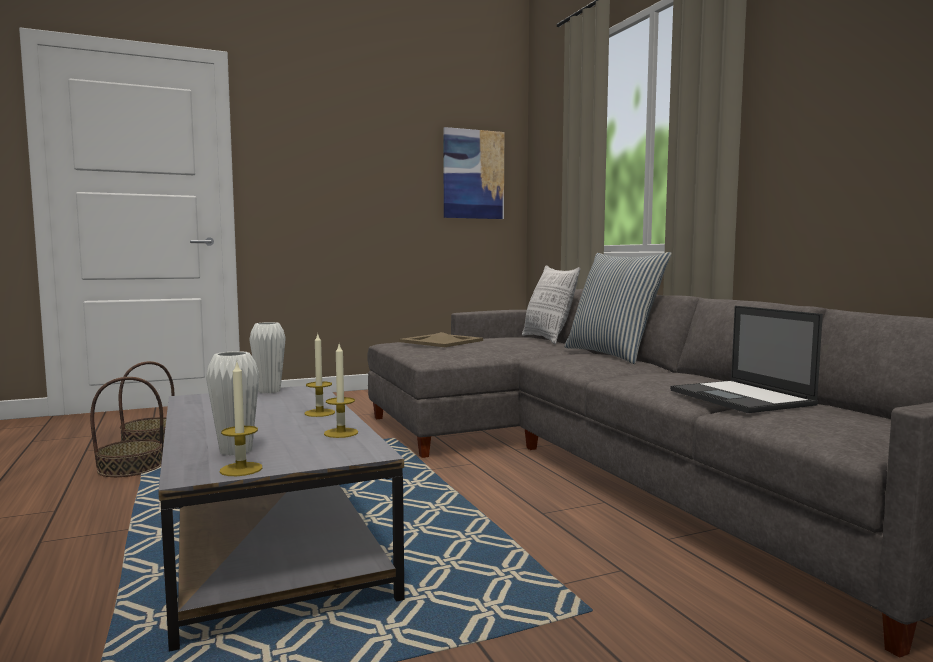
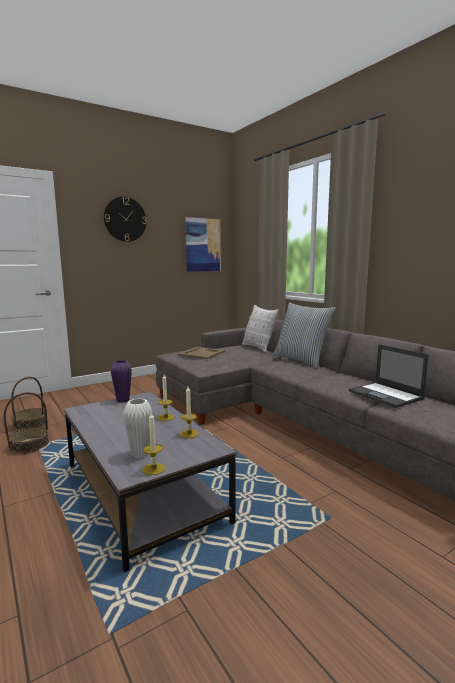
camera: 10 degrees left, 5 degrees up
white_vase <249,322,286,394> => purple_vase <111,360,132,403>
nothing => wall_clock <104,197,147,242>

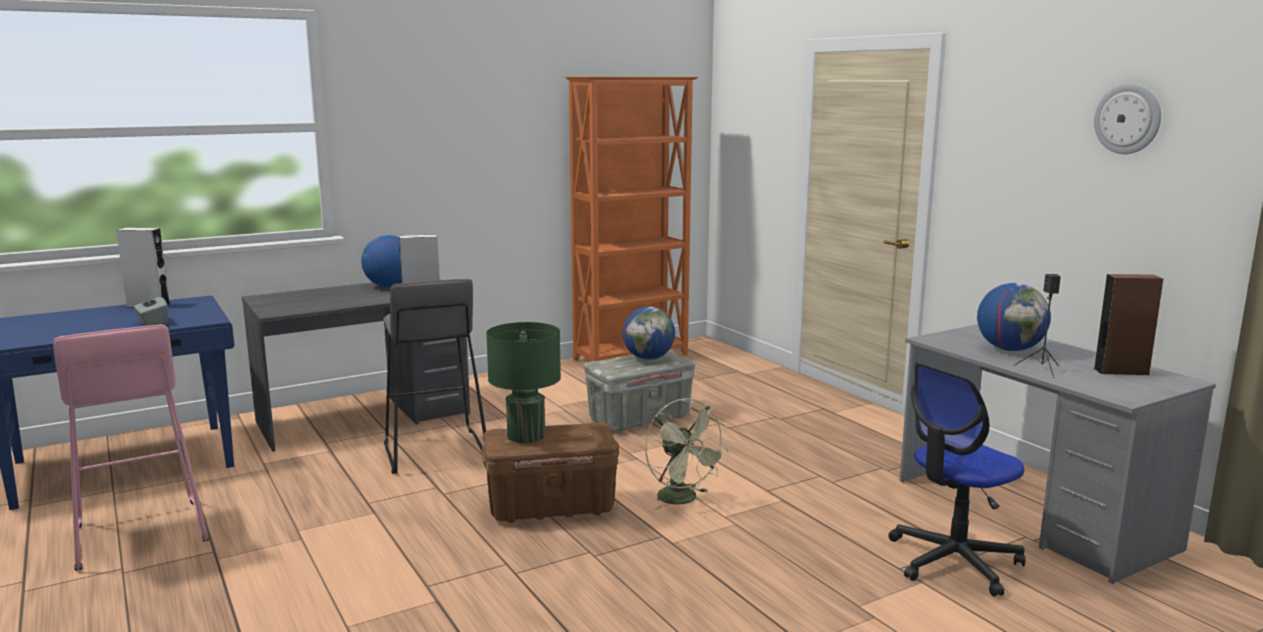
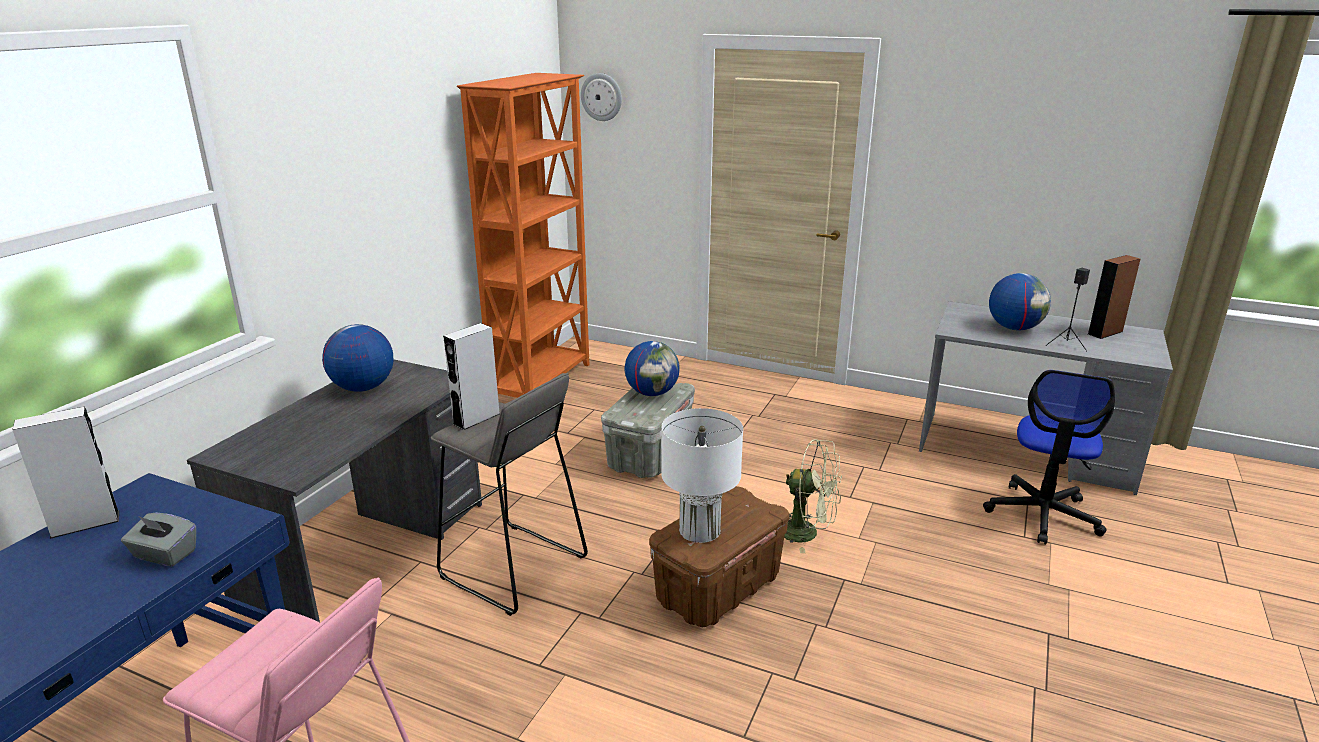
camera: 35 degrees left, 10 degrees up
green_table_lamp <486,322,561,443> => white_table_lamp <661,408,743,543>
wall_clock <1094,83,1161,154> => wall_clock <581,73,622,121>, relocated

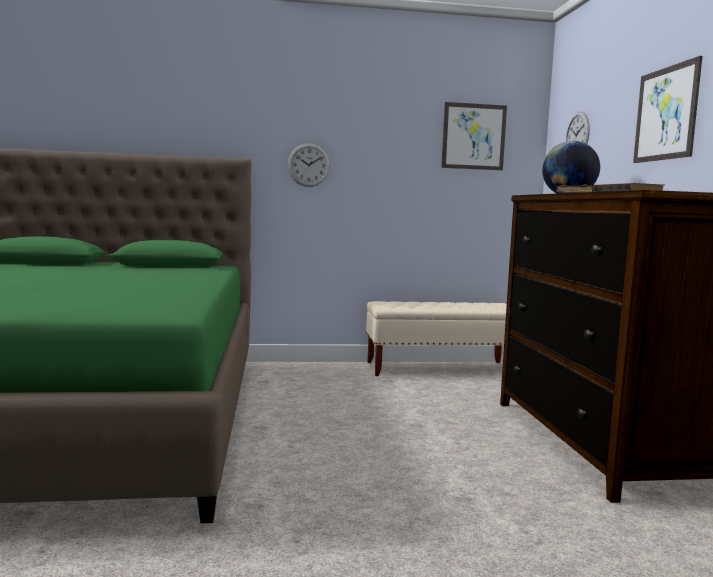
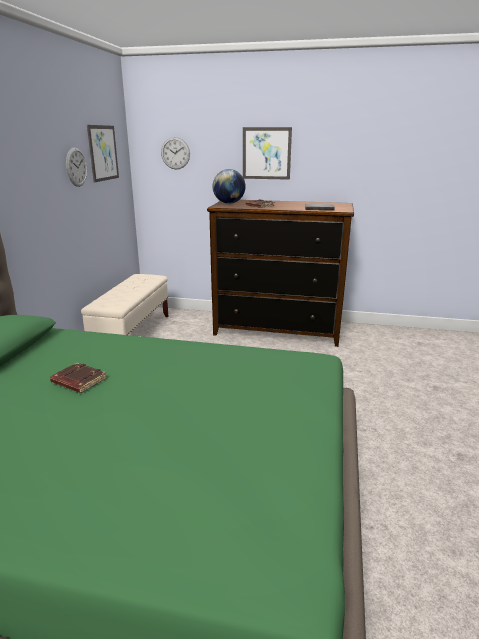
camera: 70 degrees left, 15 degrees up
wall_clock <287,143,330,187> => wall_clock <66,147,87,187>, relocated
nothing => brown_book <50,362,107,393>

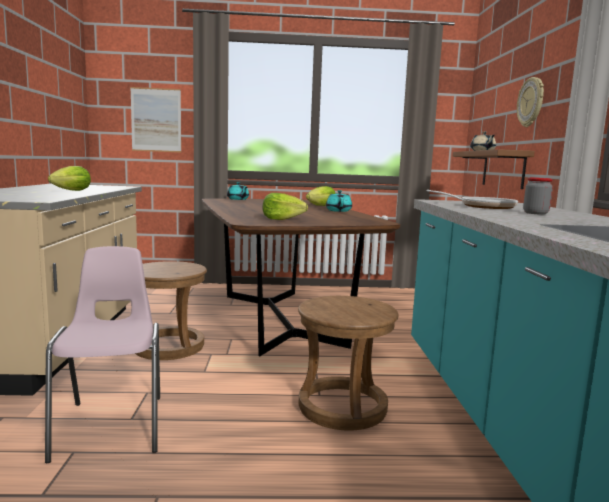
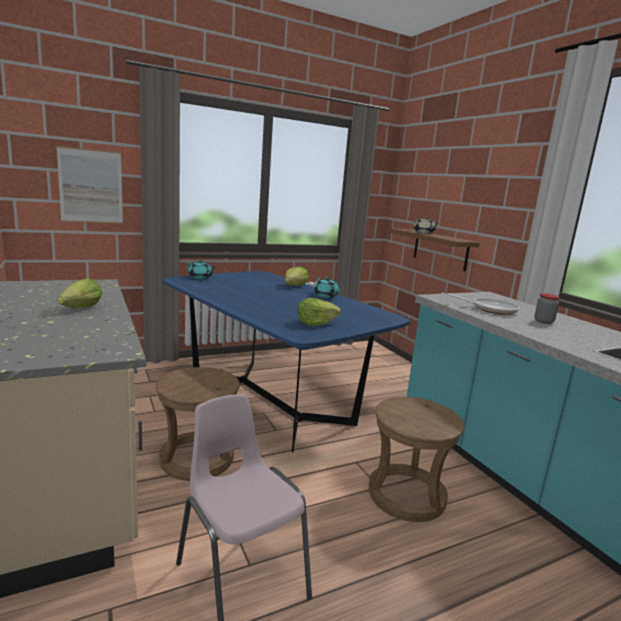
camera: 25 degrees left, 5 degrees up
brown_dining_table <202,199,400,357> => blue_dining_table <162,271,410,453>
wall_clock <517,77,544,127> => nothing

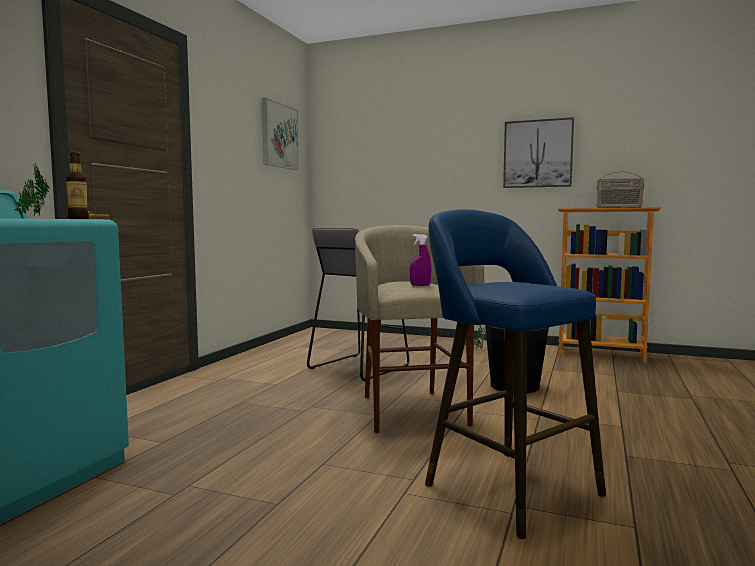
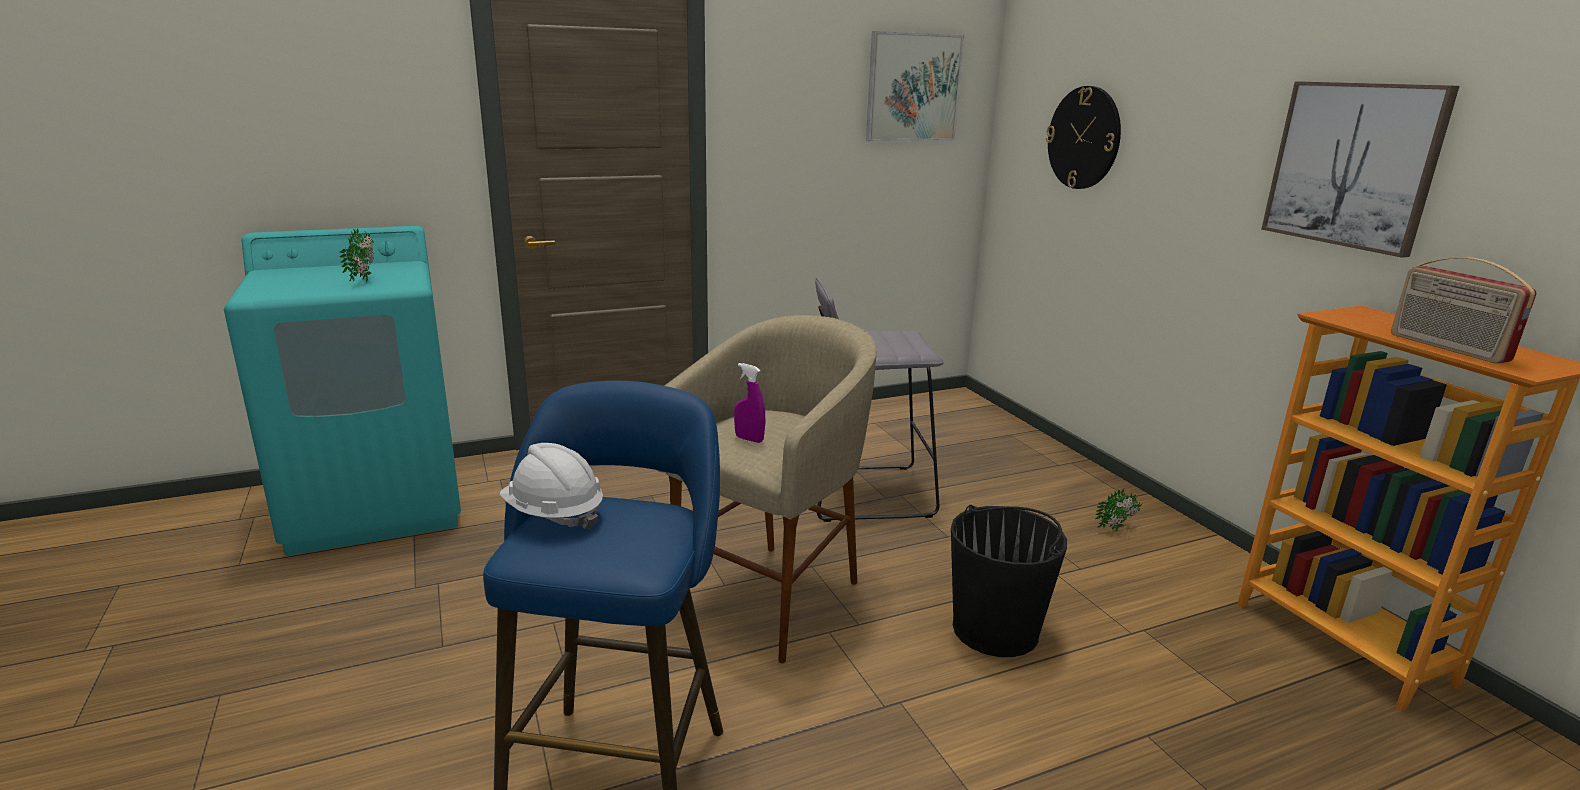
camera: 45 degrees right, 15 degrees up
bottle <66,151,89,219> => nothing
nothing => white_hard_hat <499,443,603,530>
nothing => wall_clock <1046,86,1121,189>

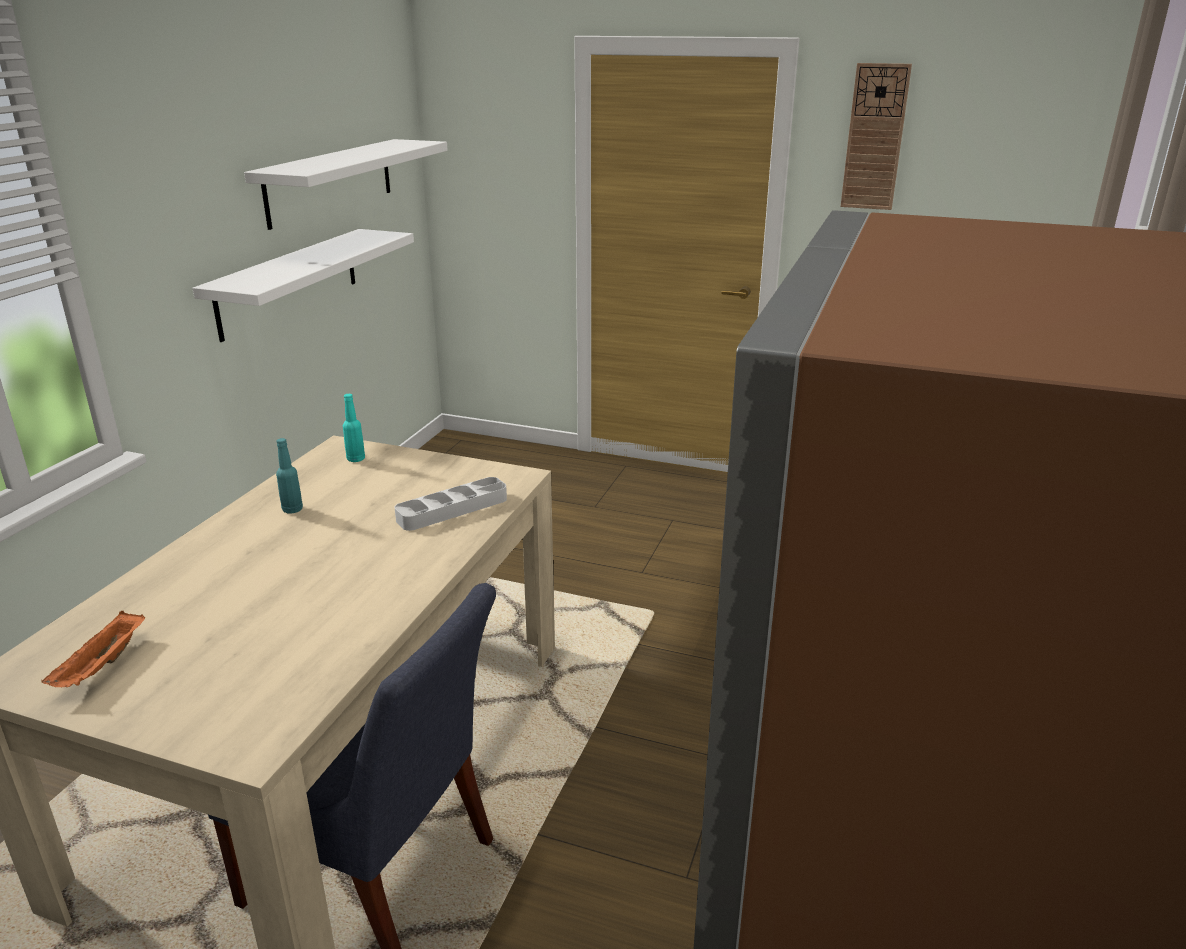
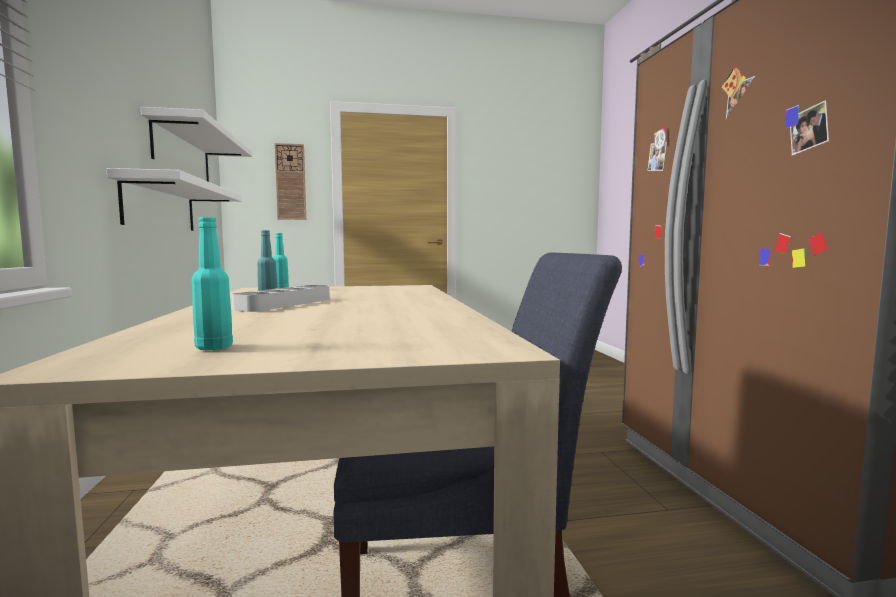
camera: 30 degrees left, 20 degrees down
orange_tray <41,611,145,687> => turquoise_bottle <192,217,233,350>
grey_tray <395,477,507,531> => grey_tray <232,285,330,312>, relocated
wall_clock <840,63,912,210> => wall_clock <275,143,306,220>, relocated

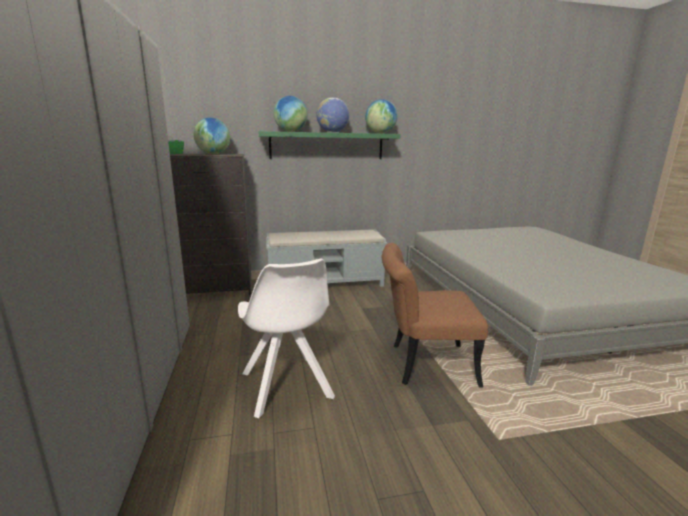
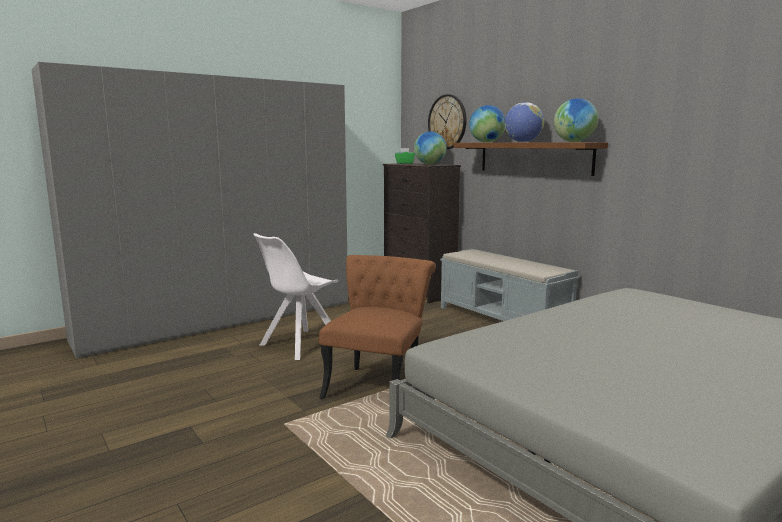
camera: 65 degrees right, 5 degrees down
green_shelf <258,131,401,159> => brown_shelf <454,142,608,176>
brown_chair <382,243,488,388> => brown_chair <319,255,436,399>, 45 degrees clockwise
nothing => wall_clock <428,94,466,149>

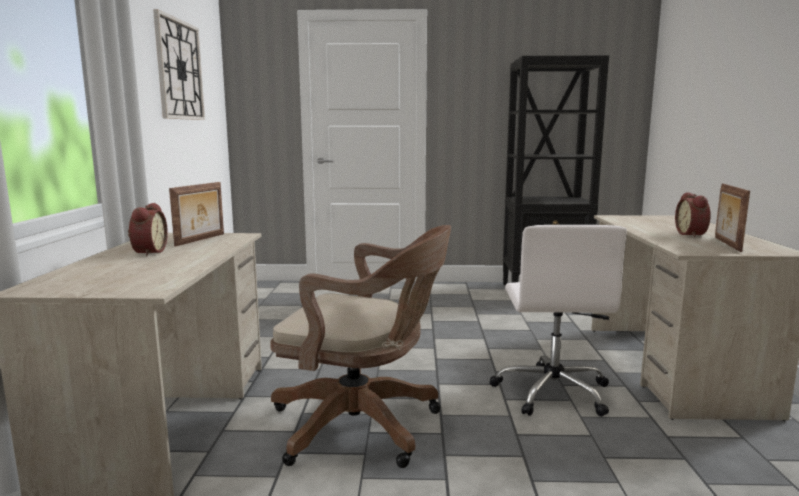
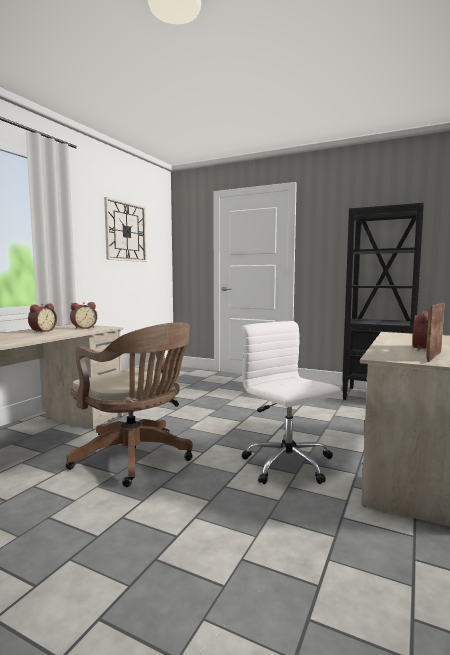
camera: 25 degrees right, 5 degrees down
picture_frame <169,182,224,247> => alarm_clock <70,302,97,329>
white_office_chair <489,225,627,417> => white_office_chair <242,321,341,484>, 120 degrees clockwise

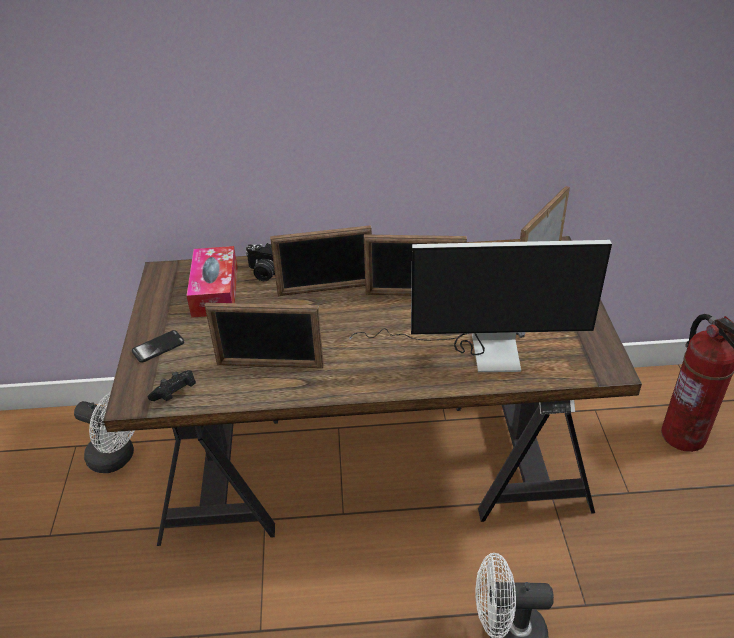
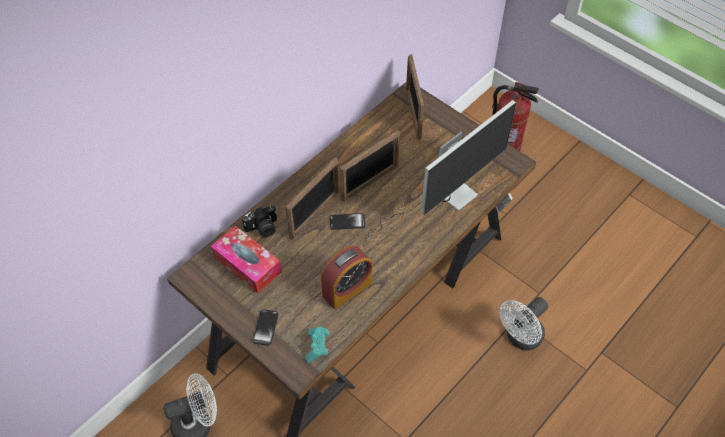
camera: 45 degrees left, 15 degrees up
black_game_controller <148,370,196,401> => turquoise_game_controller <305,327,329,362>
picture_frame <205,303,324,368> => alarm_clock <321,246,372,309>
nothing => phone <330,213,365,230>

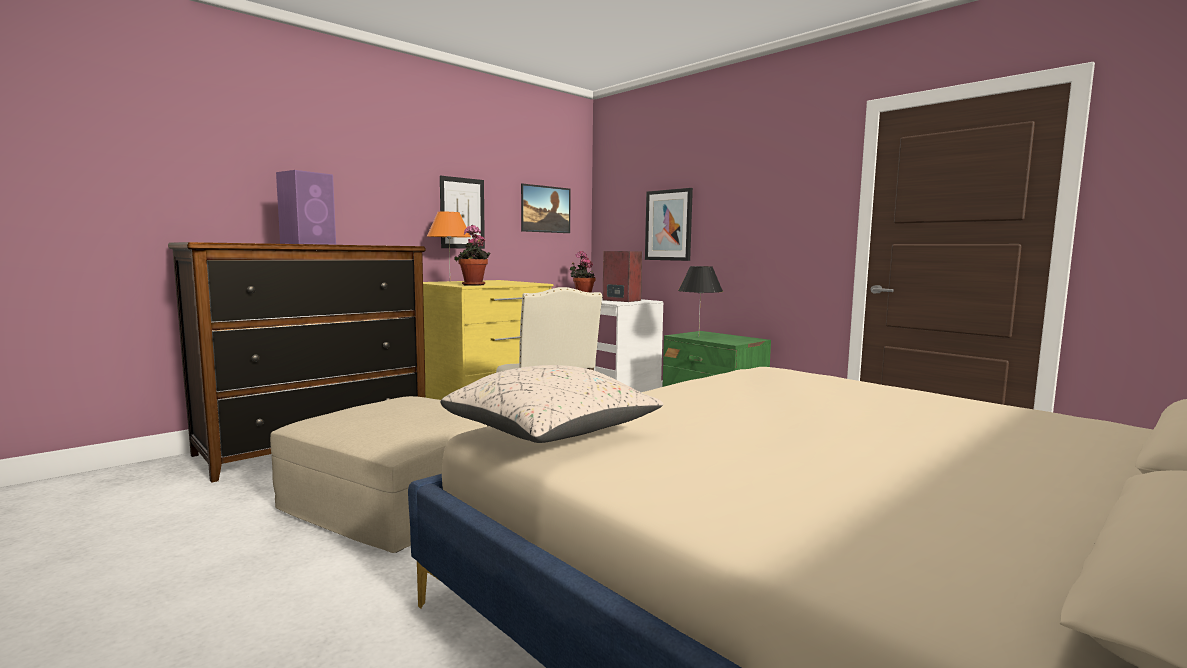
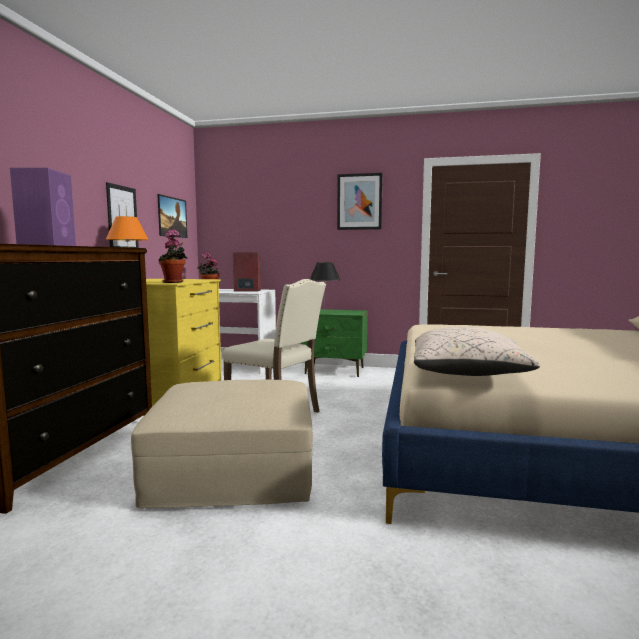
camera: 35 degrees left, 0 degrees up
picture <645,188,693,261> => picture <337,173,383,230>, relocated

